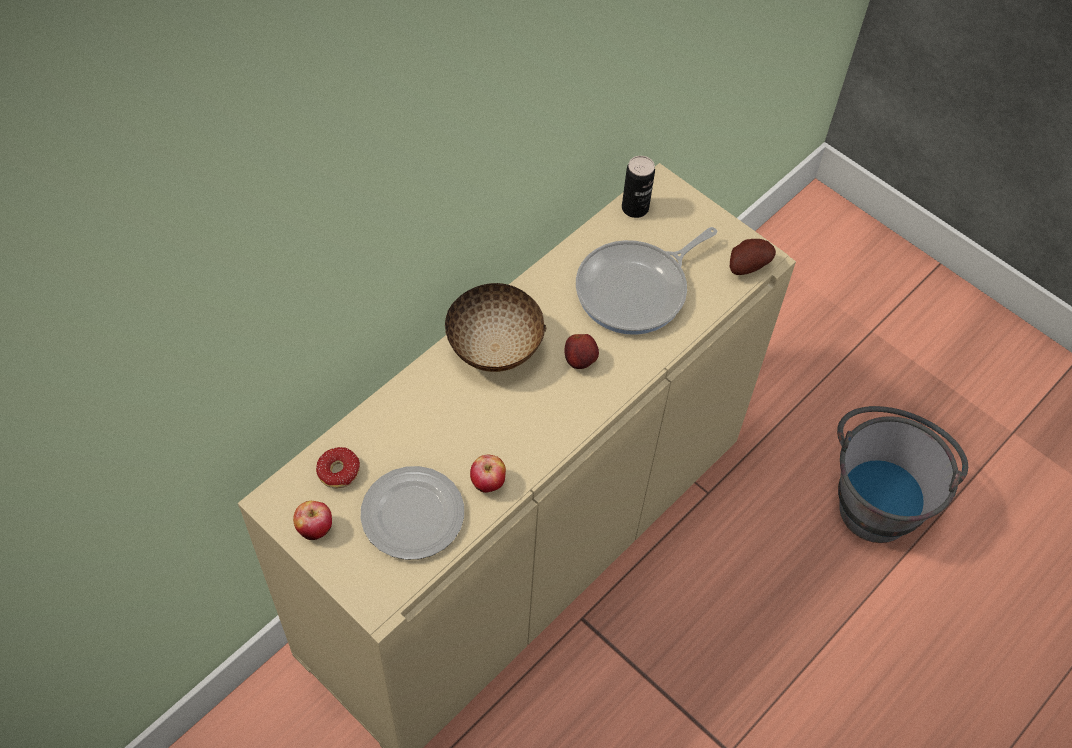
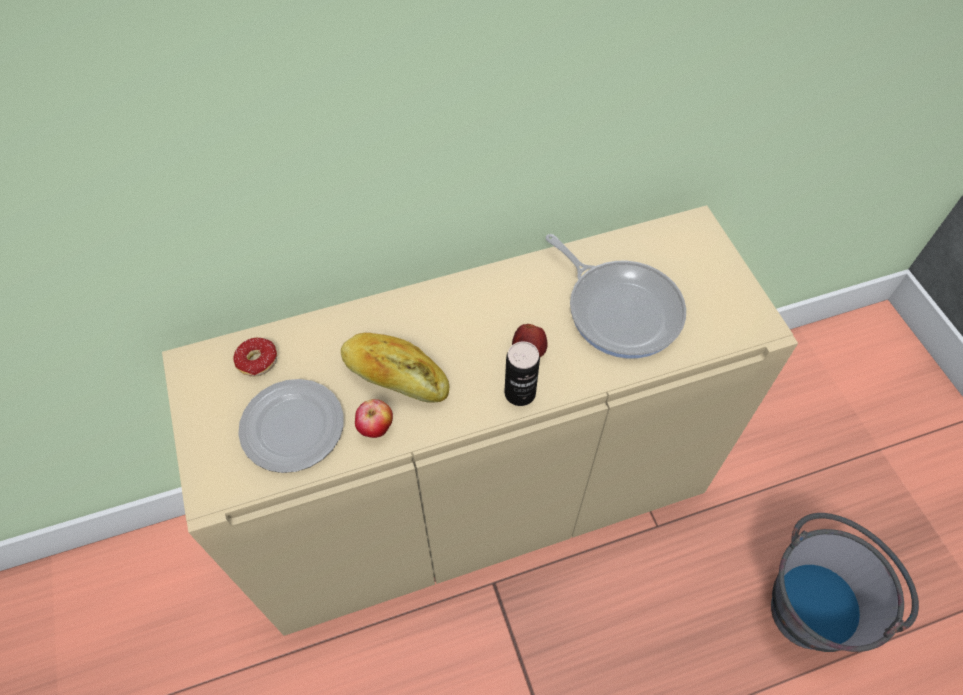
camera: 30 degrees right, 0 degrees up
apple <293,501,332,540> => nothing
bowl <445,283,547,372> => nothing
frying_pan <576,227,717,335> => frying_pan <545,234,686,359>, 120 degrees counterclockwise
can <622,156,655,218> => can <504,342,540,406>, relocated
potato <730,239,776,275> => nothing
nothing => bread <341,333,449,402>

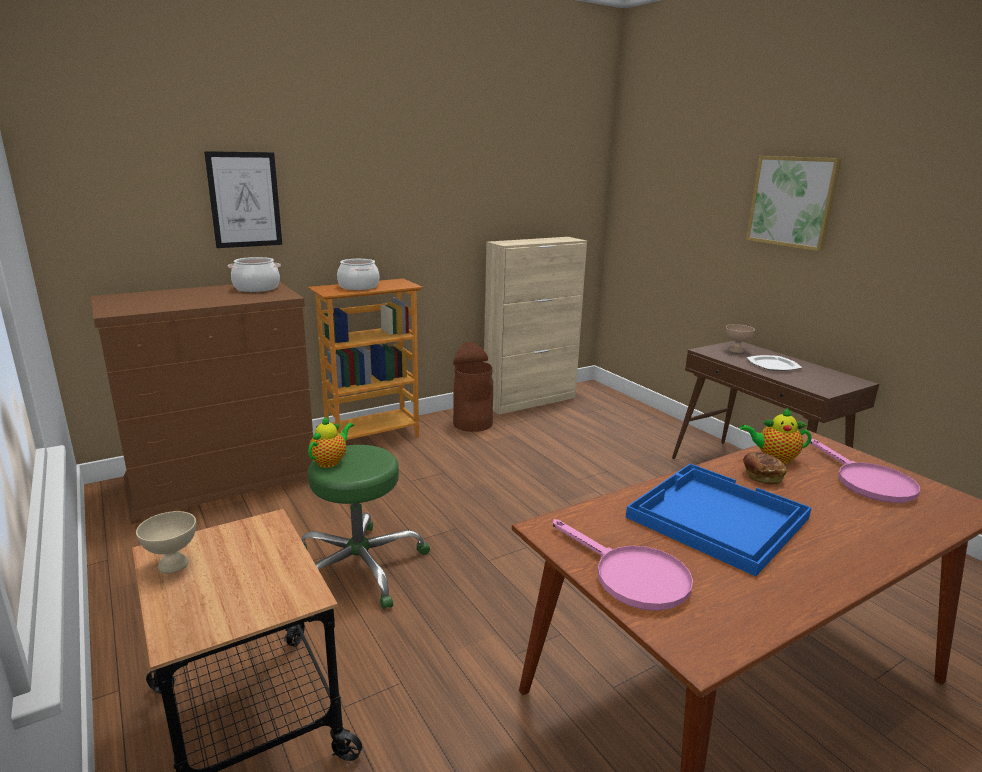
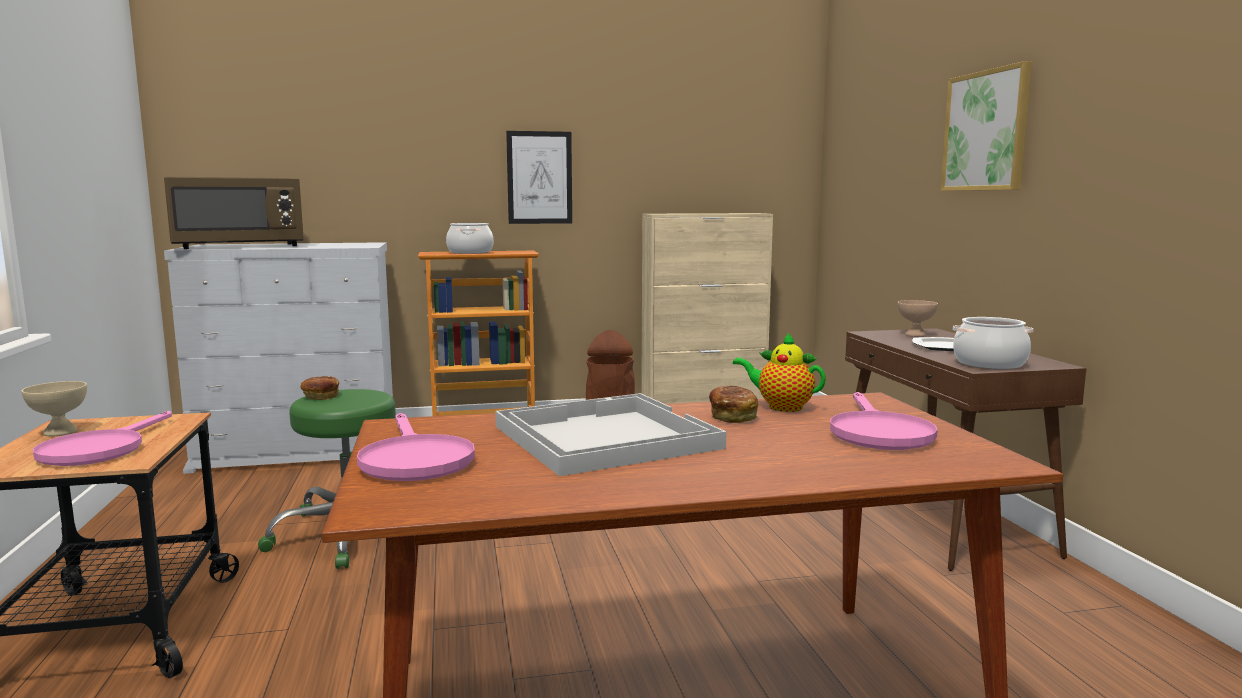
camera: 20 degrees right, 10 degrees down
brown_dresser <91,281,313,524> => white_dresser <164,242,393,474>
picture <204,151,282,248> => picture <506,131,572,224>, relocated
cooking_pot <228,257,281,292> => cooking_pot <953,317,1033,369>, relocated
teapot <308,416,354,468> => bread <301,376,339,400>
blue_tray <626,463,812,576> => white_tray <495,393,726,476>
nothing => pink_frying_pan <33,411,172,466>
nothing => brown_microwave <164,177,304,249>

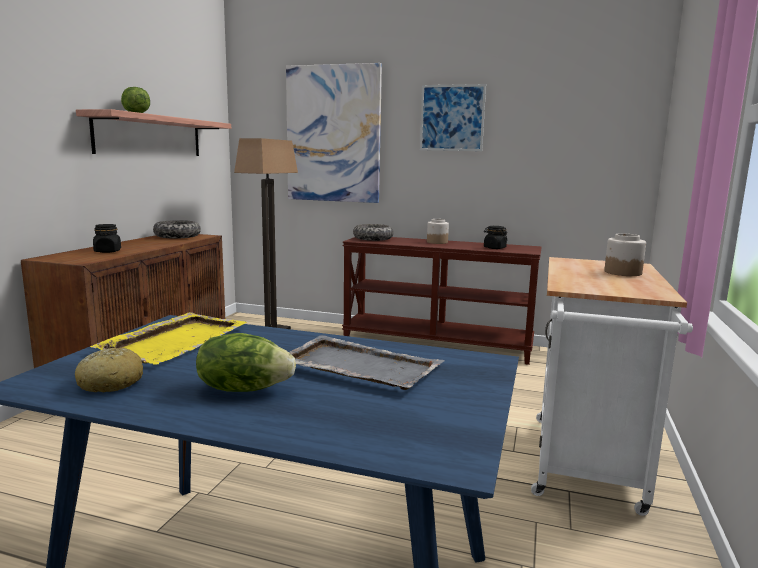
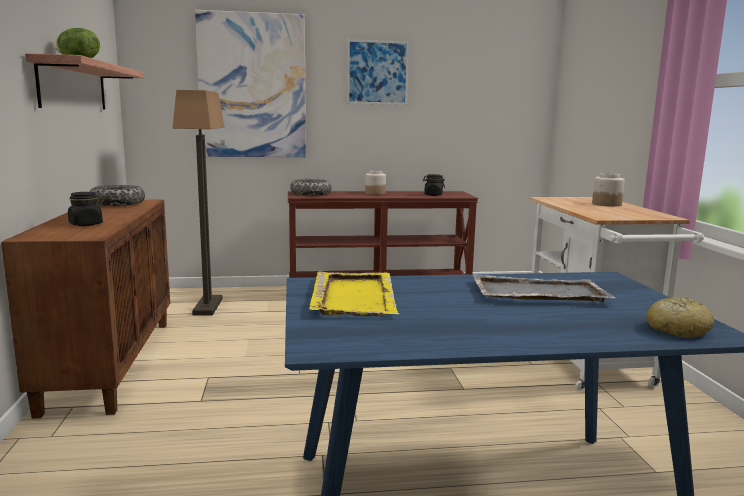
camera: 25 degrees left, 0 degrees up
bread <75,348,143,393> => bread <646,297,714,338>, relocated
lettuce <196,333,296,392> => nothing

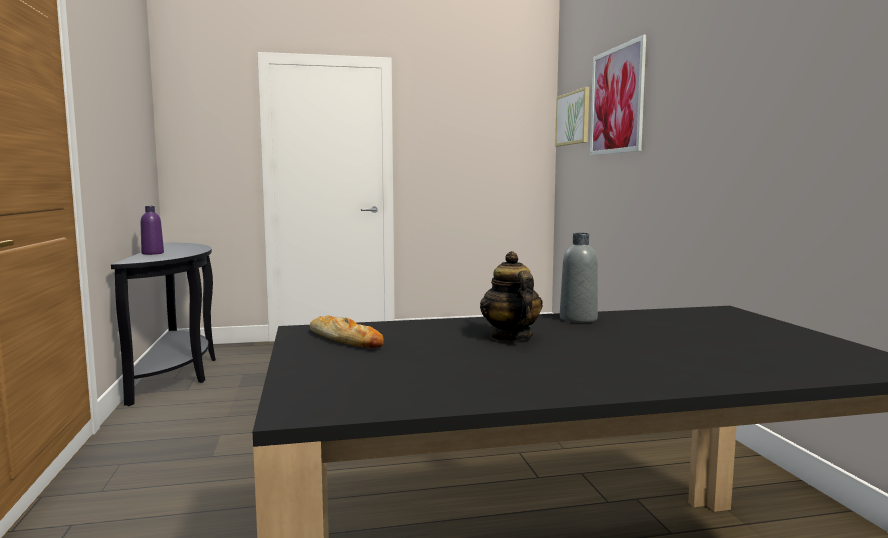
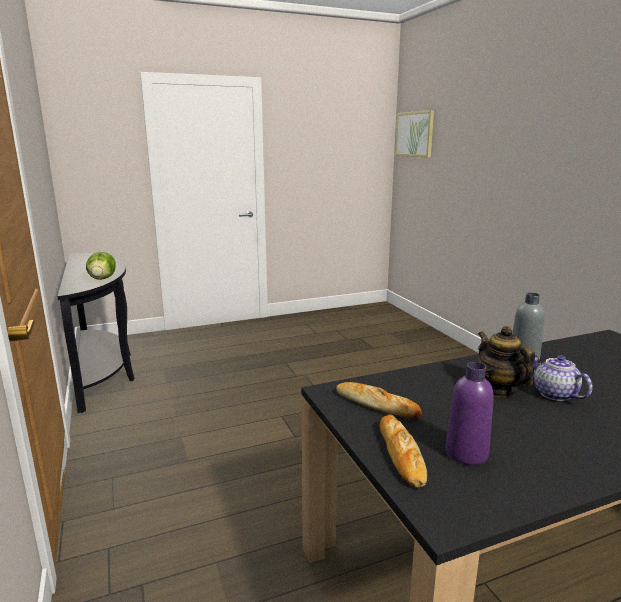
camera: 10 degrees left, 10 degrees up
purple_bottle <140,206,164,255> => purple_bottle <445,362,494,465>, relocated
picture <590,35,646,156> => nothing
nothing => lettuce <86,252,116,280>
nothing => bread <380,414,427,487>
nothing => teapot <533,354,593,401>

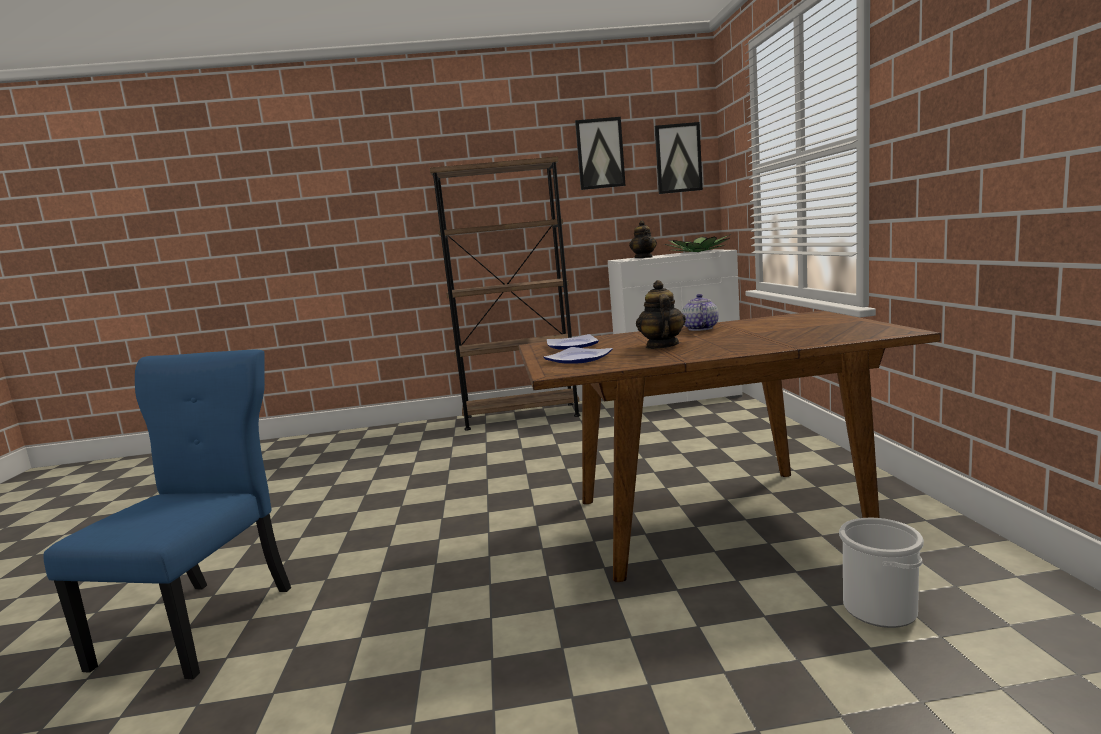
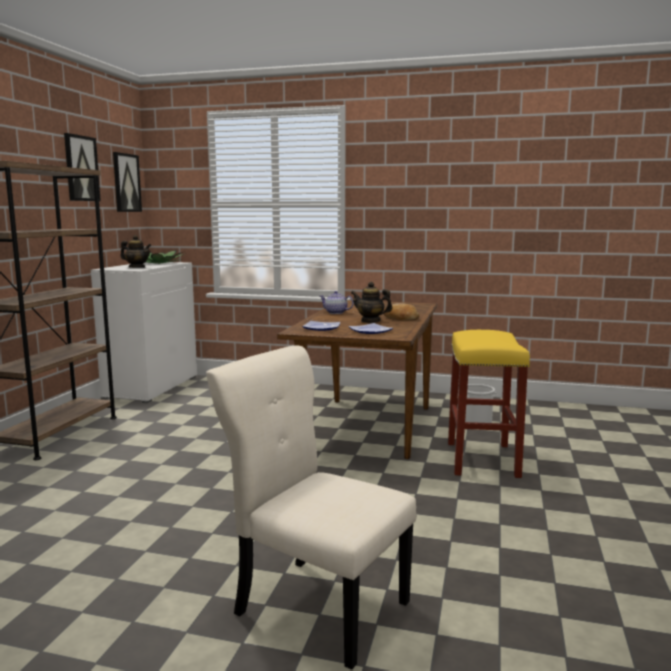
camera: 70 degrees left, 0 degrees up
blue_chair <43,350,291,679> => beige_chair <206,346,416,670>
nothing => bread <383,303,419,321>
nothing => yellow_stool <448,330,530,478>

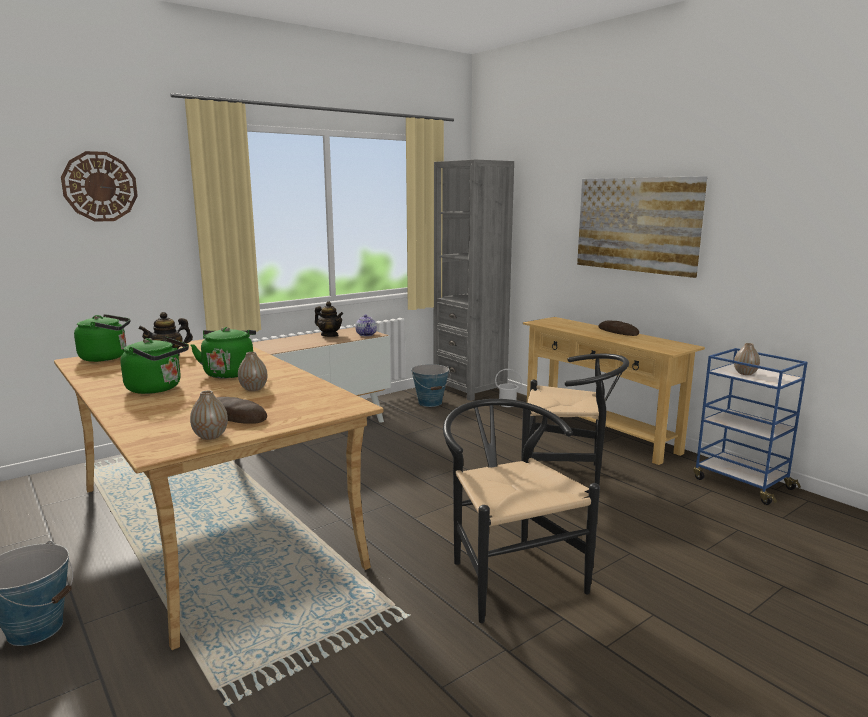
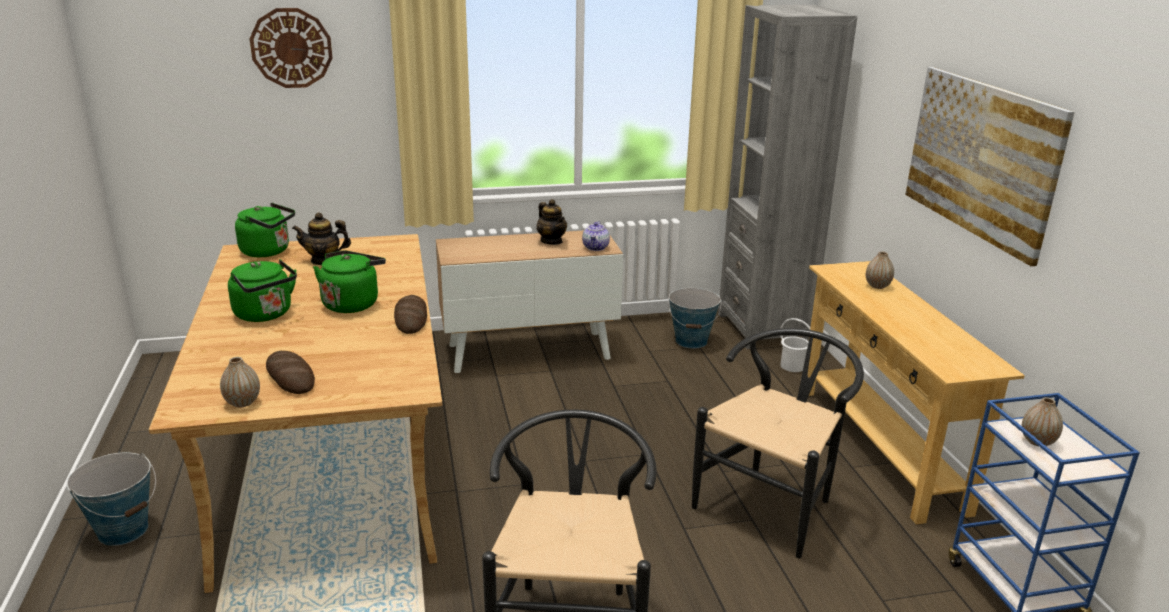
camera: 25 degrees right, 10 degrees up
vase <238,352,267,391> => vase <866,251,894,289>, relocated
black_chair <521,354,629,485> => black_chair <692,328,864,559>, 90 degrees counterclockwise
bread <598,320,639,336> => bread <394,295,427,334>, relocated

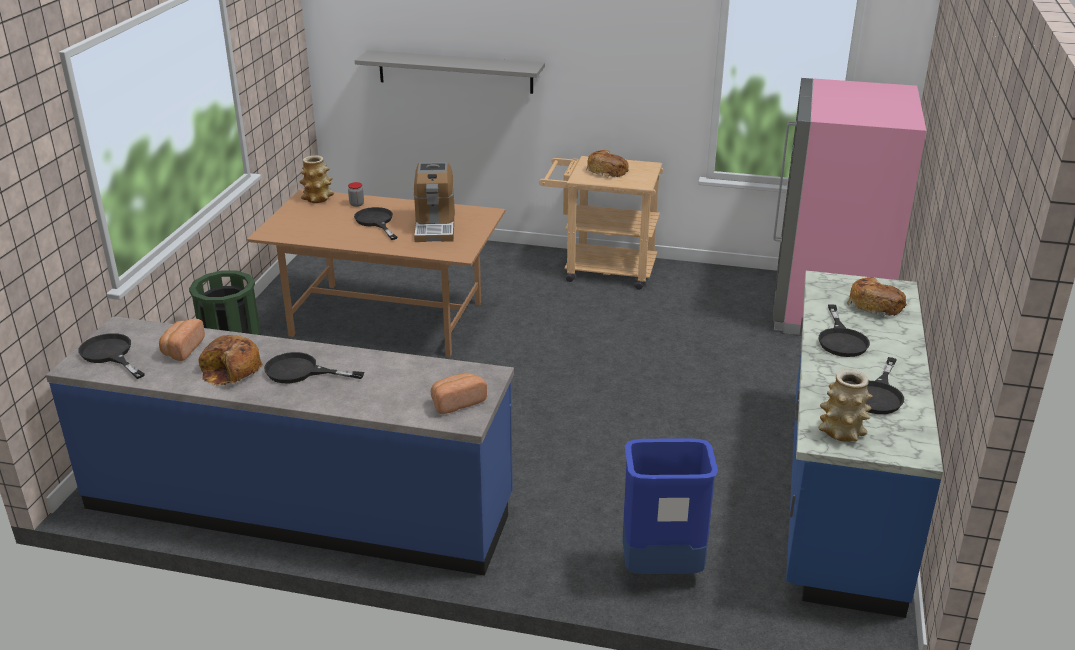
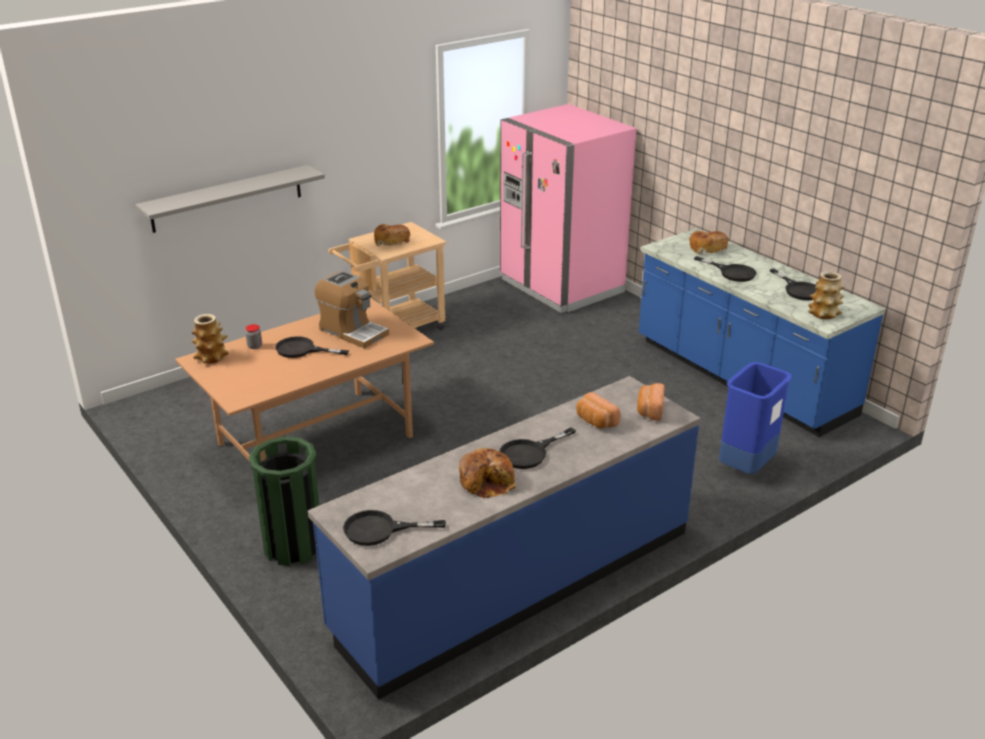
camera: 50 degrees left, 0 degrees up
bread <159,319,205,361> => bread <576,392,621,428>, relocated

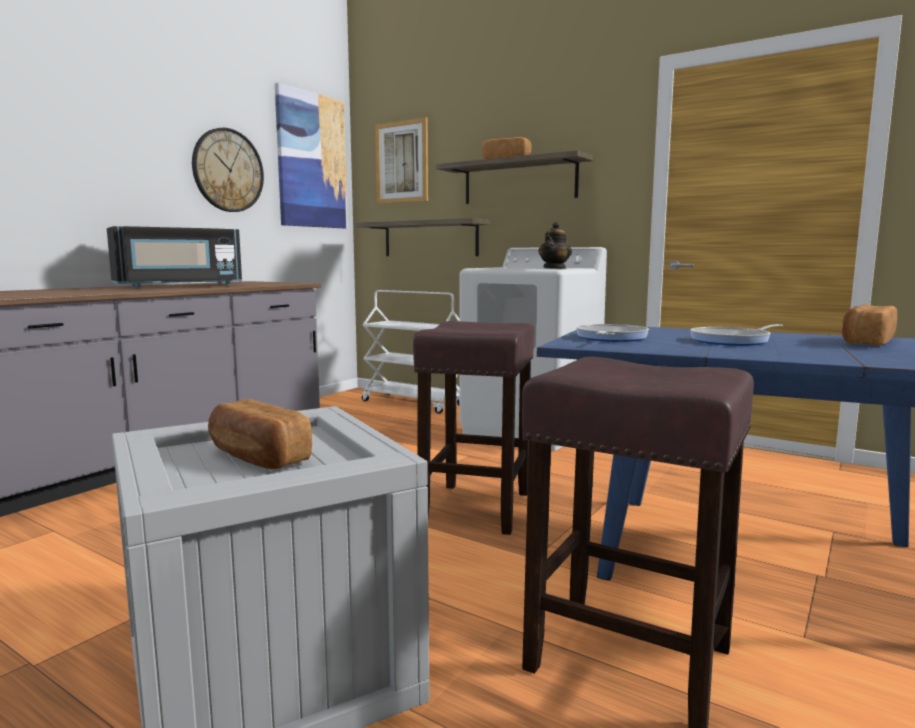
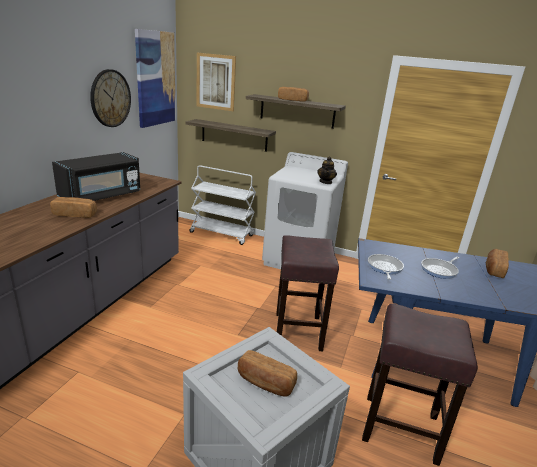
camera: 15 degrees left, 15 degrees up
nothing => bread <50,197,97,218>

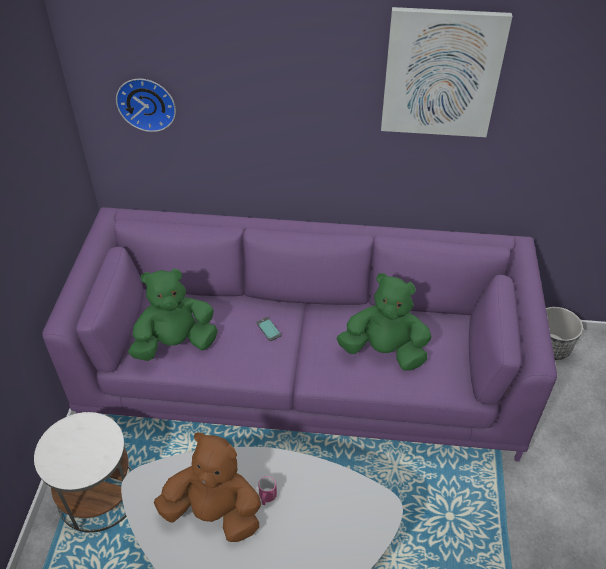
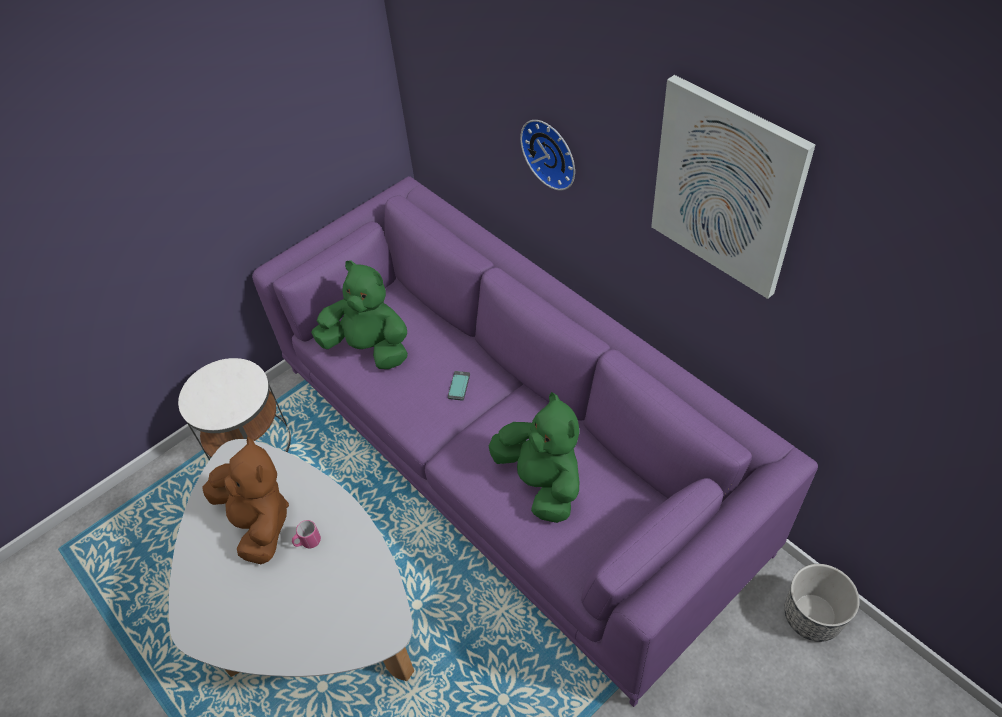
camera: 45 degrees right, 5 degrees up
wall_clock <116,79,176,132> => wall_clock <520,120,575,191>, relocated

